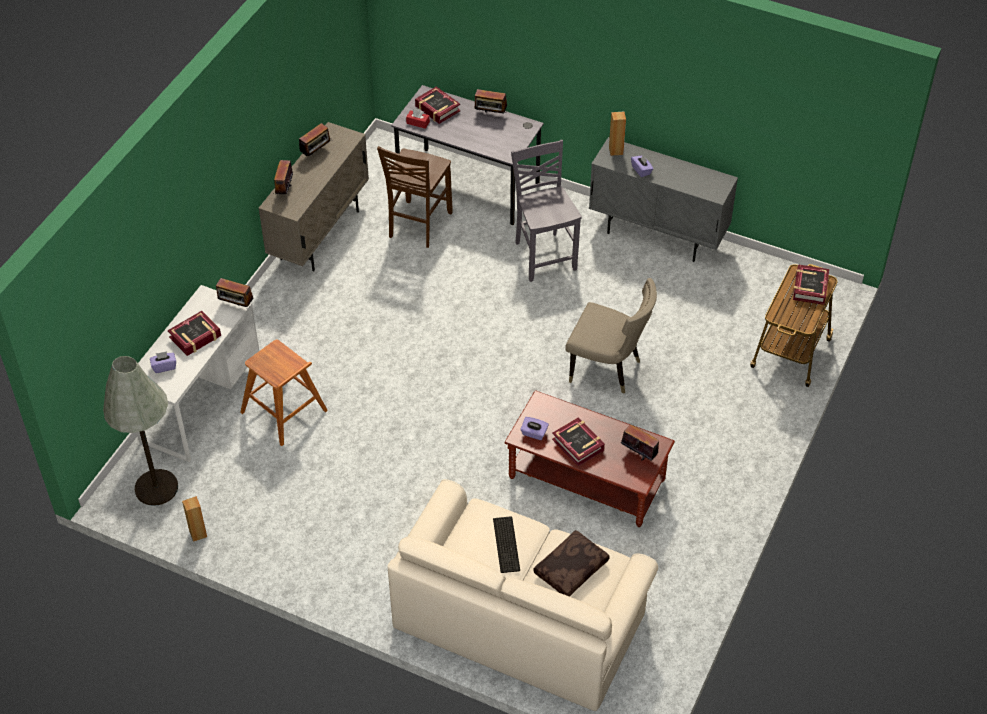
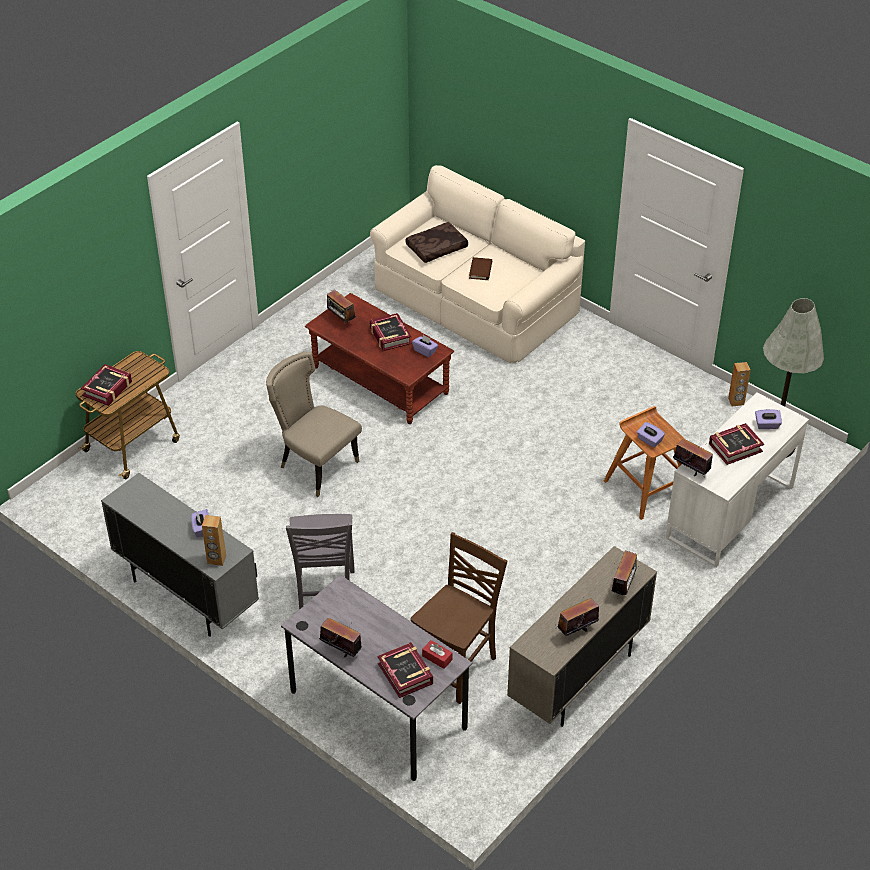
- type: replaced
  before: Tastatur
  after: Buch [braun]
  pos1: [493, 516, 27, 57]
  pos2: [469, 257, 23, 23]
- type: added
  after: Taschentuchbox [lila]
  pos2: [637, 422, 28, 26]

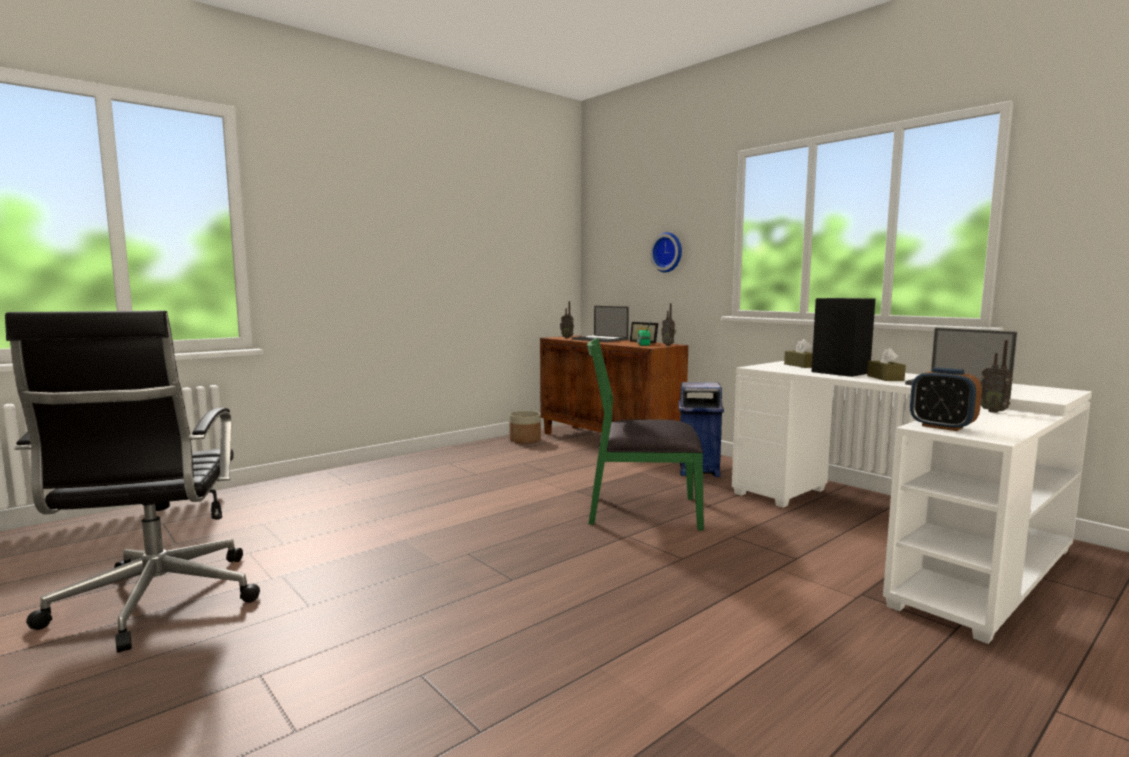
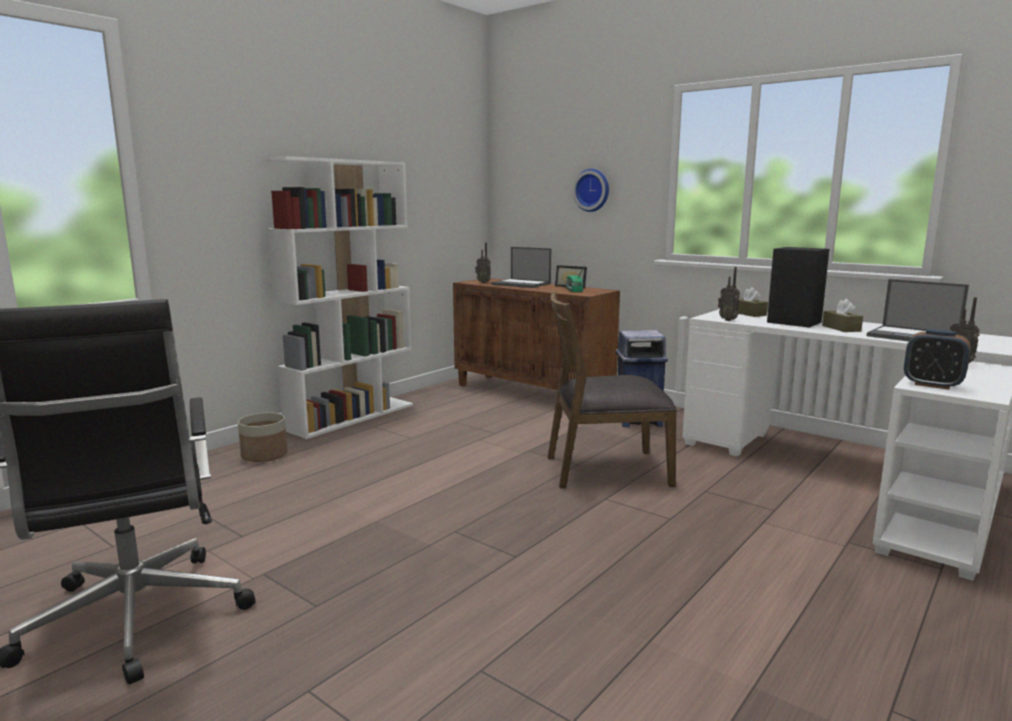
- type: moved
  before: Pflanzkübel
  pos1: [509, 411, 32, 32]
  pos2: [238, 412, 49, 50]
- type: recoloured
  before: Stuhl [grün]
  after: Stuhl [braun]
  pos1: [587, 338, 117, 193]
  pos2: [548, 292, 129, 196]
- type: moved
  before: Radio
  pos1: [661, 303, 15, 43]
  pos2: [718, 267, 22, 54]
- type: added
  after: Bücherregal [weiß]
  pos2: [261, 156, 152, 283]

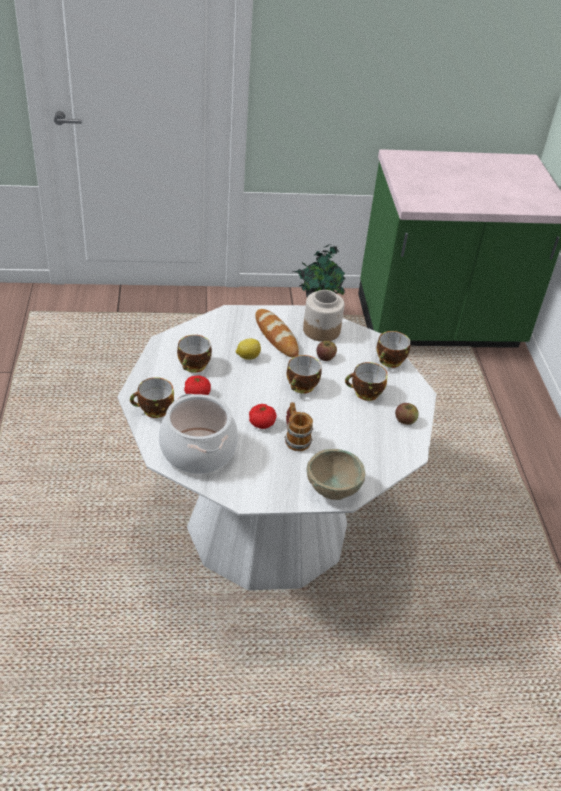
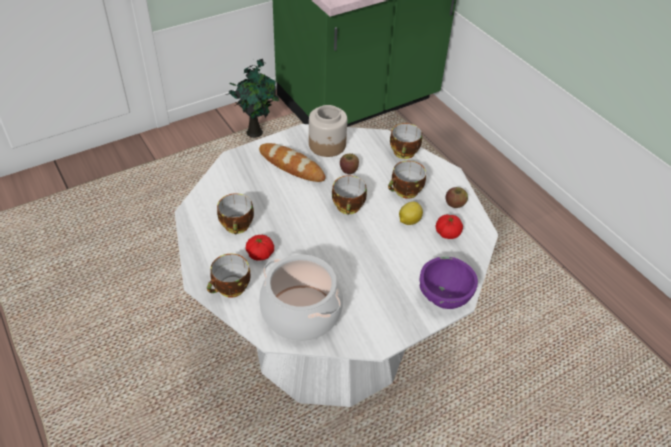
- type: moved
  before: Zitrone
  pos1: [236, 339, 25, 21]
  pos2: [399, 202, 24, 23]
- type: moved
  before: Tomate
  pos1: [249, 404, 28, 25]
  pos2: [436, 214, 27, 25]
- type: removed
  before: Henkelbecher
  pos1: [285, 402, 28, 49]
- type: recoloured
  before: Schüssel [beige]
  after: Schüssel [lila]
  pos1: [307, 449, 58, 51]
  pos2: [419, 257, 59, 52]

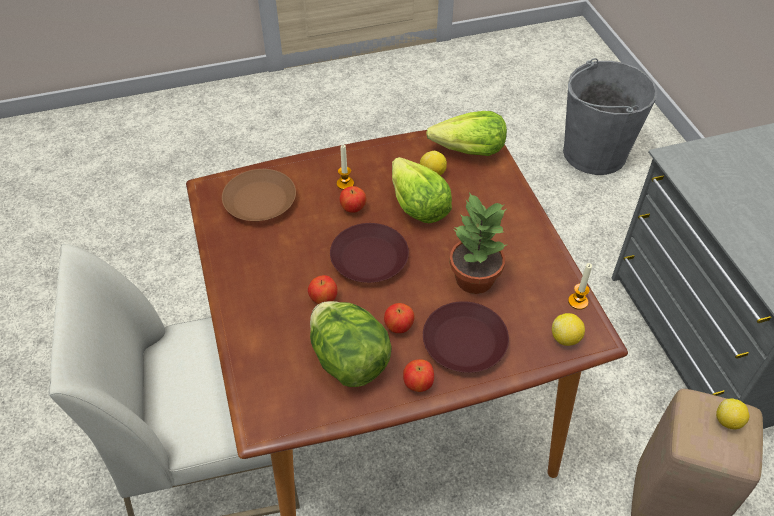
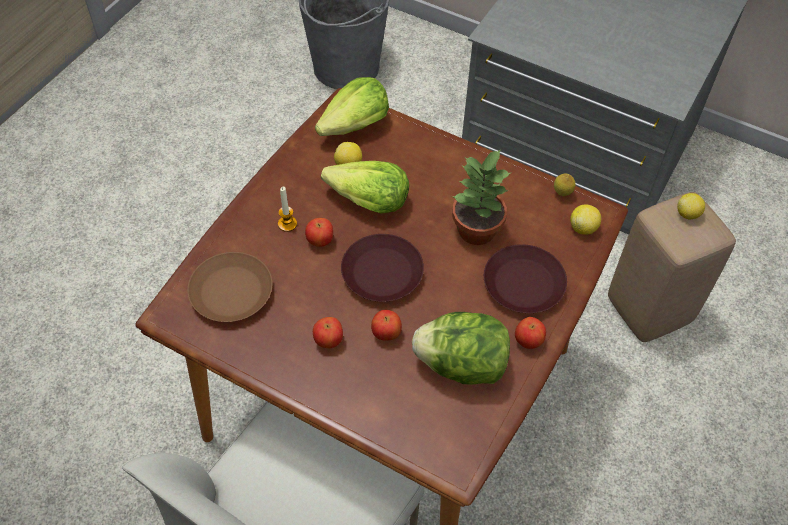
- type: moved
  before: Apfel
  pos1: [384, 303, 30, 30]
  pos2: [313, 317, 30, 31]
- type: replaced
  before: Kerze
  after: Zitrone
  pos1: [568, 263, 24, 47]
  pos2: [554, 173, 21, 23]

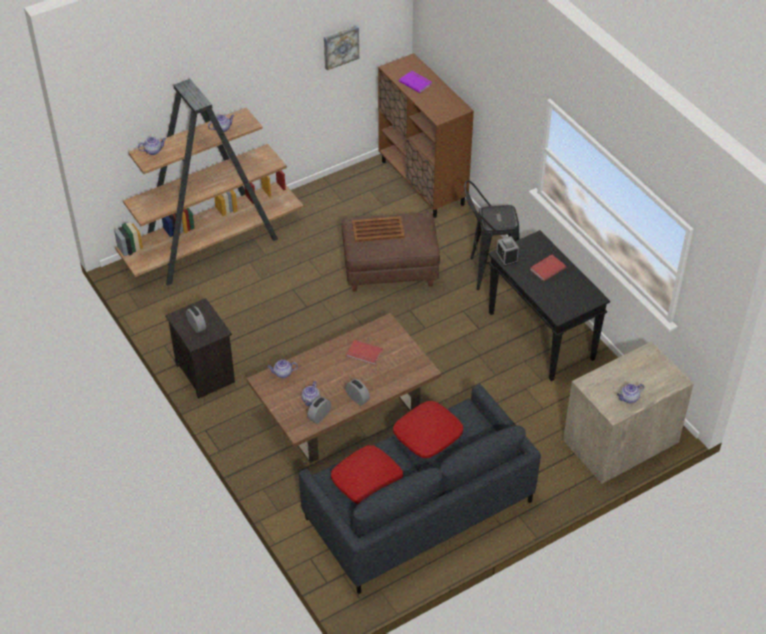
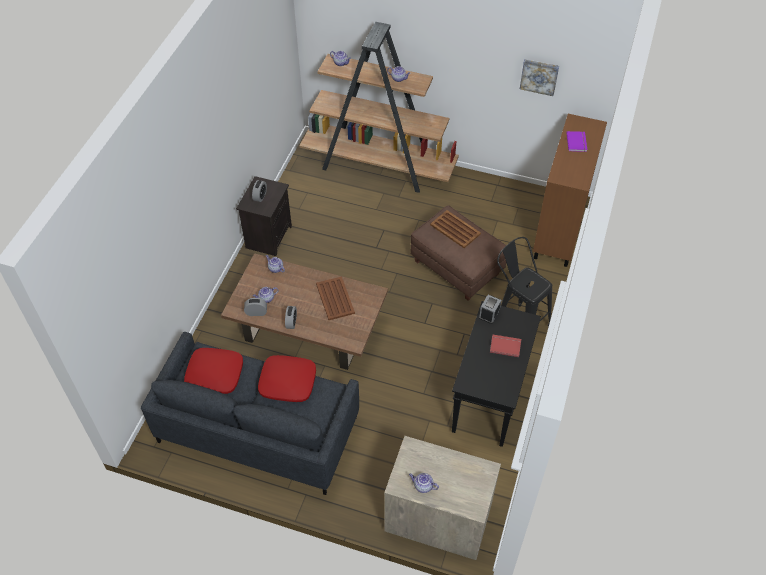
- type: replaced
  before: Buch [rot]
  after: Tablett [braun]
  pos1: [347, 340, 36, 25]
  pos2: [316, 276, 39, 44]

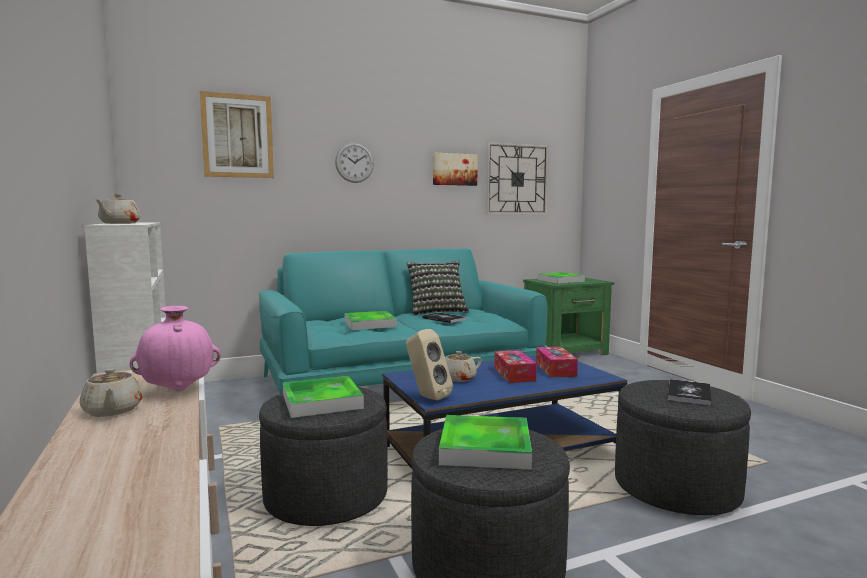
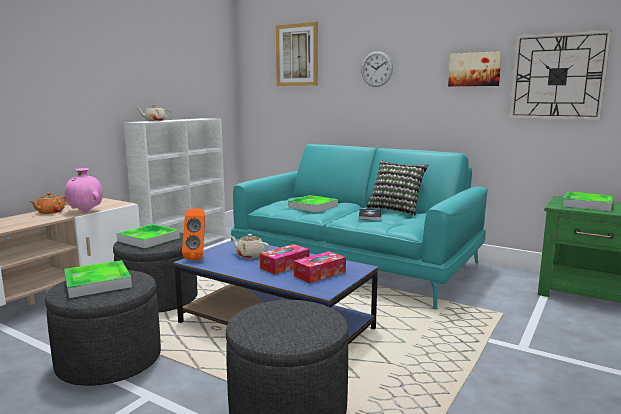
- type: recoloured
  before: Teekanne [beige]
  after: Teekanne [orange]
  pos1: [80, 368, 63, 49]
  pos2: [30, 193, 36, 21]
- type: recoloured
  before: Lautsprecher [beige]
  after: Lautsprecher [orange]
  pos1: [406, 329, 47, 71]
  pos2: [182, 209, 23, 51]
- type: removed
  before: Buch
  pos1: [668, 379, 44, 26]

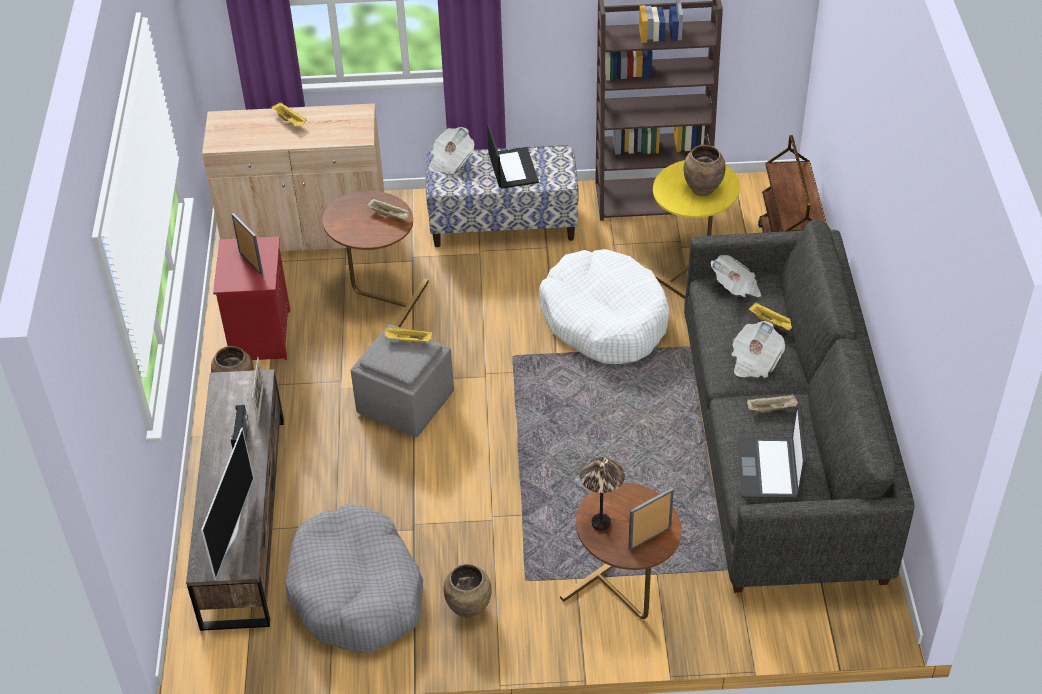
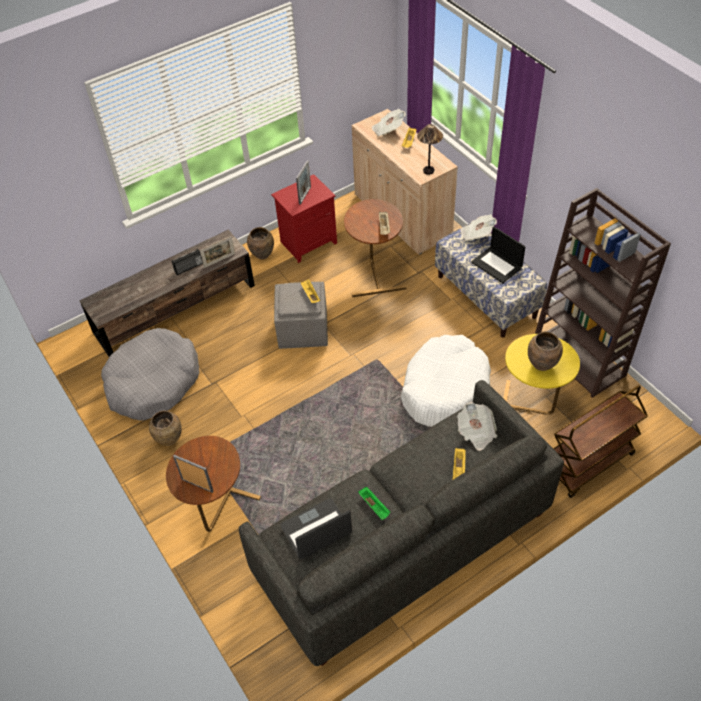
- type: removed
  before: Fernseher
  pos1: [201, 427, 53, 153]
- type: turned
  before: Laptop
  pos1: [487, 123, 52, 66]
  pos2: [471, 226, 55, 57]
  turn: 90
- type: moved
  before: Tischlampe
  pos1: [580, 457, 45, 74]
  pos2: [417, 124, 26, 51]
- type: moved
  before: Zeitung
  pos1: [731, 321, 54, 57]
  pos2: [372, 109, 34, 28]
- type: recoloured
  before: Tablett [beige]
  after: Tablett [grün]
  pos1: [747, 394, 51, 18]
  pos2: [358, 487, 32, 33]

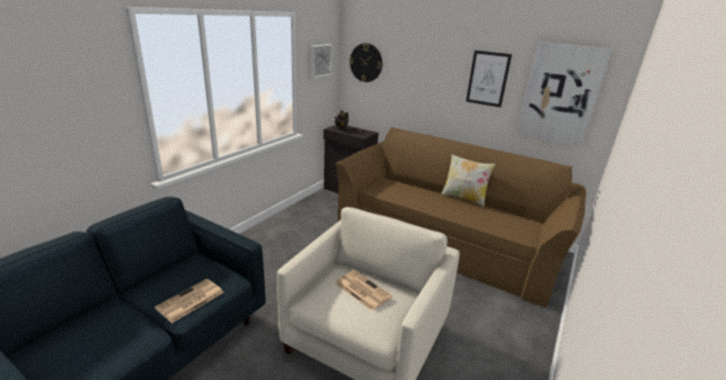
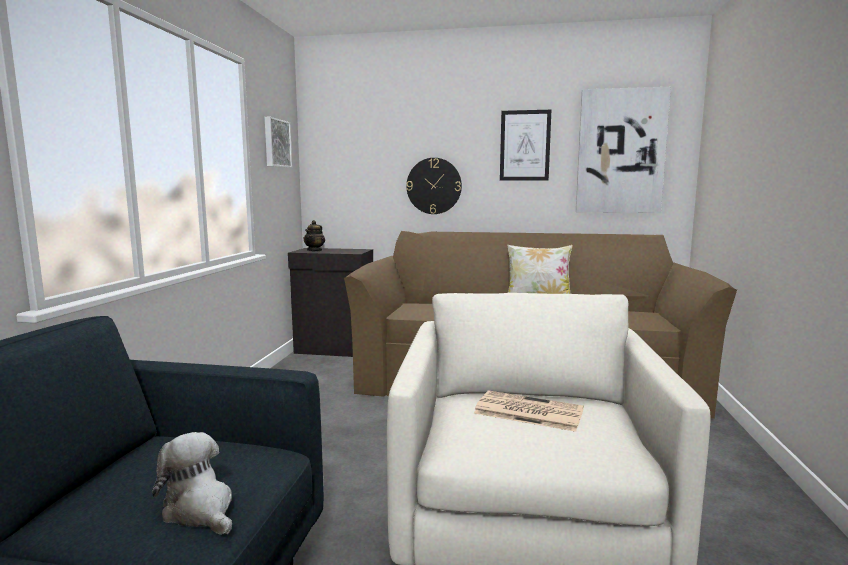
- type: replaced
  before: Zeitung
  after: Plüschtier
  pos1: [155, 279, 69, 44]
  pos2: [152, 432, 80, 103]
- type: moved
  before: Wanduhr
  pos1: [349, 43, 33, 39]
  pos2: [406, 158, 56, 56]

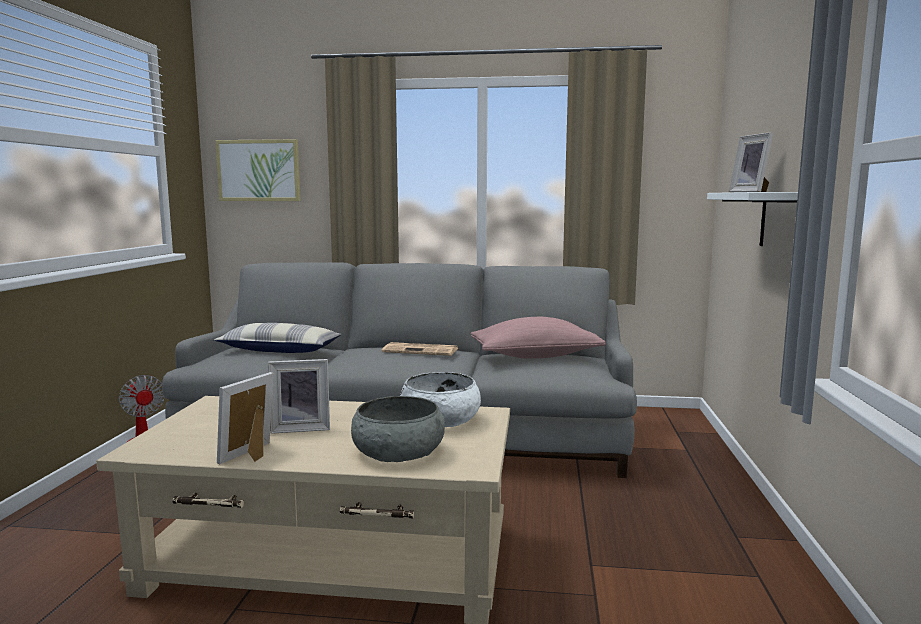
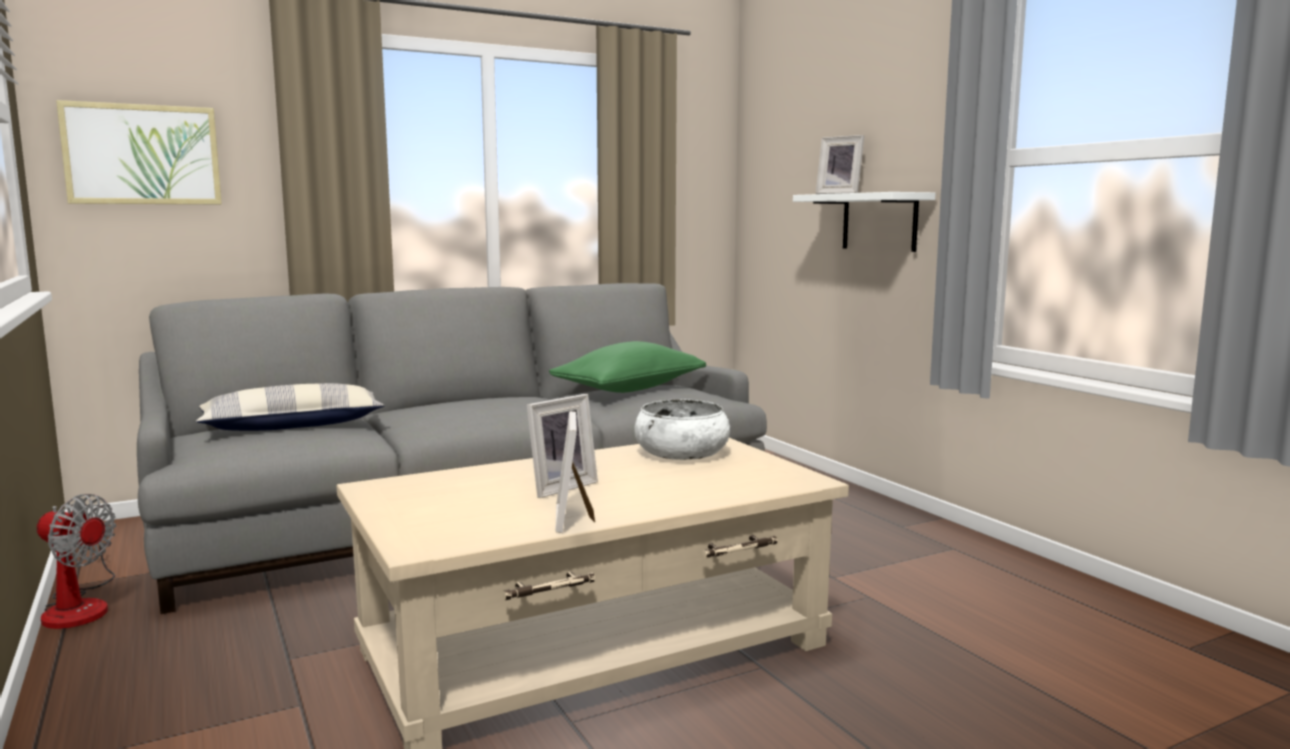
- type: removed
  before: Schüssel [grau]
  pos1: [351, 396, 94, 66]
- type: removed
  before: Zeitung
  pos1: [382, 342, 76, 14]
- type: recoloured
  before: Kissen [rosa]
  after: Kissen [grün]
  pos1: [471, 317, 135, 42]
  pos2: [549, 341, 157, 52]

